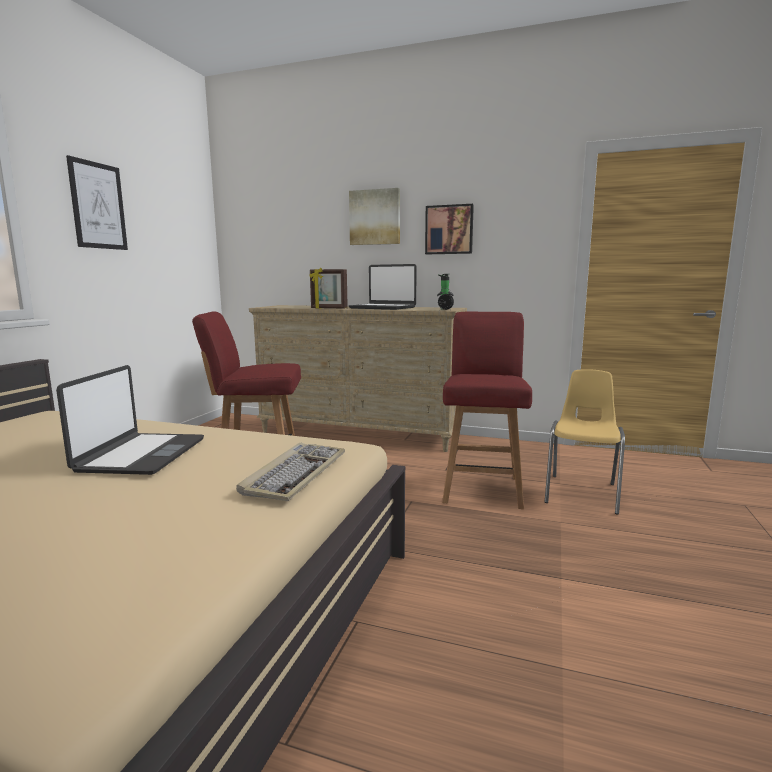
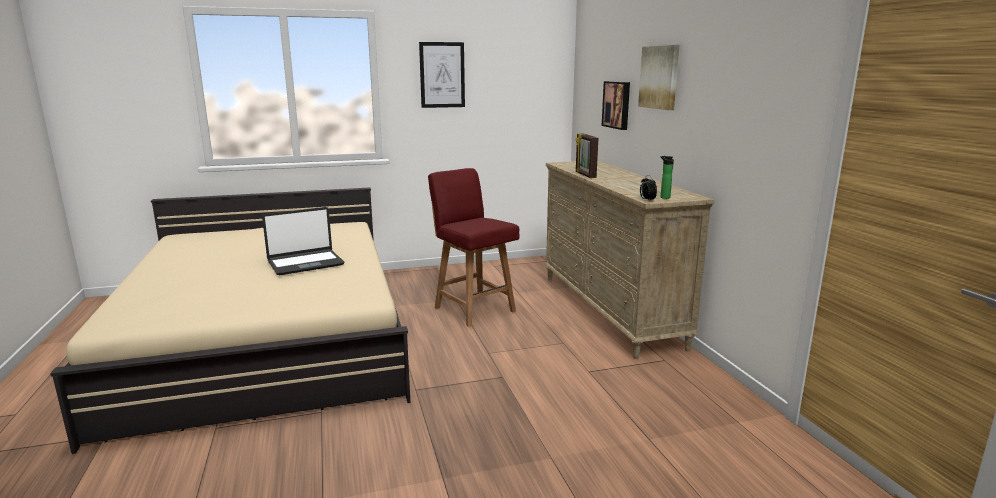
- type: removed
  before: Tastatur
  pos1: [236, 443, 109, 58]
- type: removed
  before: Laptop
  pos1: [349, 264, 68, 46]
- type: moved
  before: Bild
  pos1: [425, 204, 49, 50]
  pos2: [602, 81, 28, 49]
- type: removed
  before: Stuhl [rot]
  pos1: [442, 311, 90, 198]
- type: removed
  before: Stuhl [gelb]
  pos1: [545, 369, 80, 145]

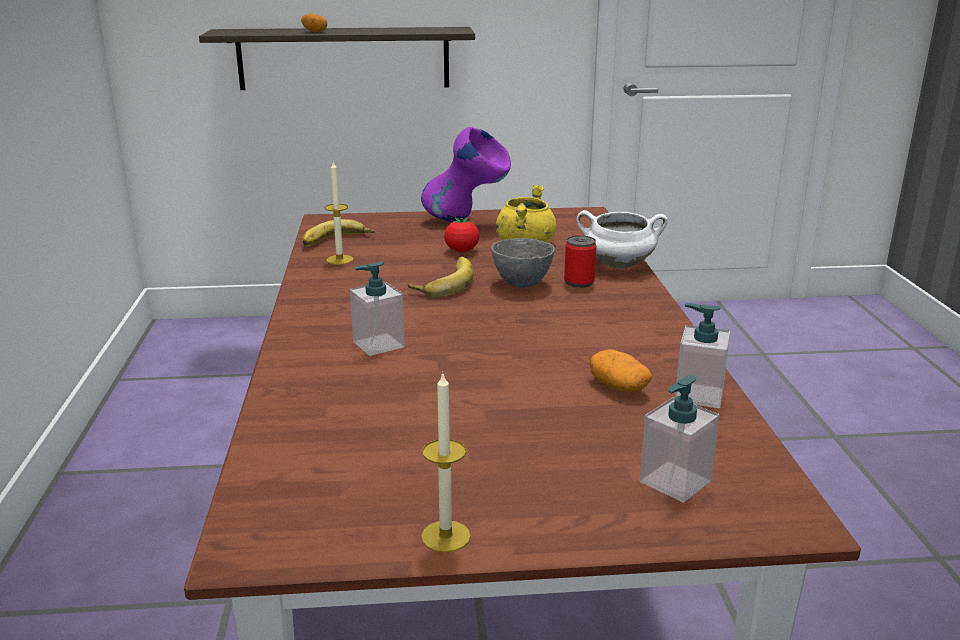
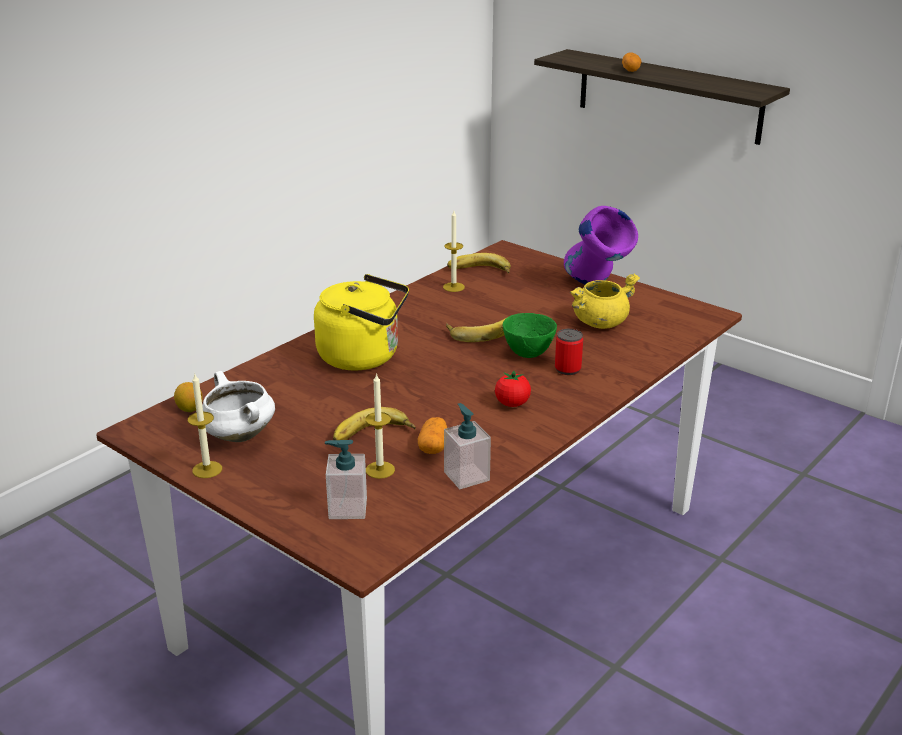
- type: replaced
  before: Seifenspender
  after: Wasserkessel [gelb]
  pos1: [350, 261, 55, 95]
  pos2: [314, 274, 95, 96]
- type: moved
  before: Tomate
  pos1: [444, 217, 35, 35]
  pos2: [495, 370, 36, 37]
- type: recoloured
  before: Schüssel [grau]
  after: Schüssel [grün]
  pos1: [491, 238, 64, 50]
  pos2: [503, 313, 54, 45]
- type: moved
  before: Kochtopf [weiß]
  pos1: [577, 210, 91, 59]
  pos2: [202, 371, 73, 71]
- type: added
  after: Zitrone
  pos2: [174, 382, 29, 30]
- type: added
  after: Banane
  pos2: [333, 407, 83, 33]
- type: added
  after: Kerze
  pos2: [365, 373, 30, 106]

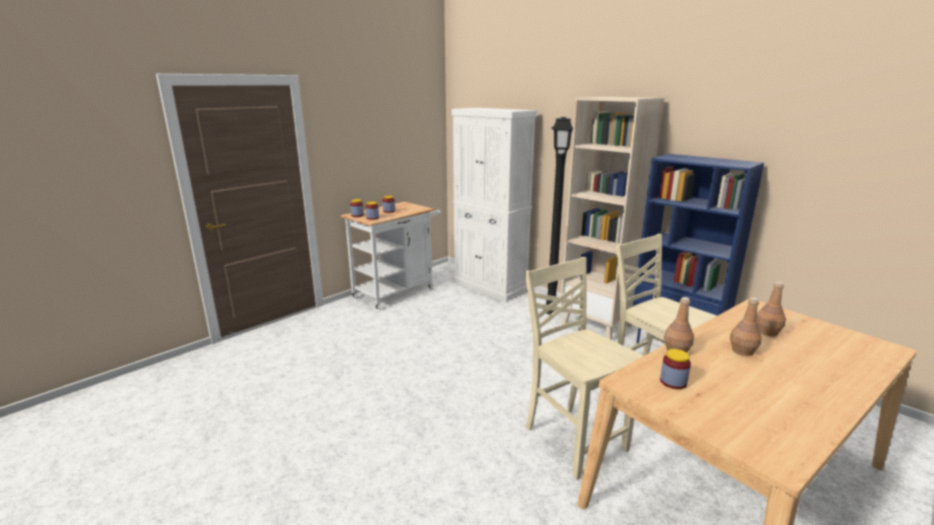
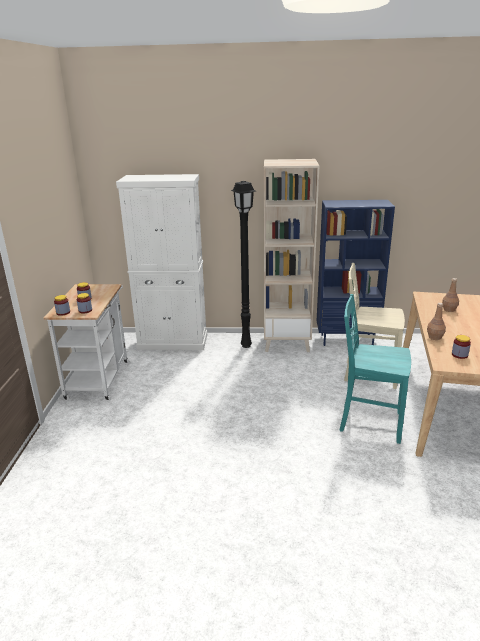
- type: recoloured
  before: Stuhl [beige]
  after: Stuhl [türkis]
  pos1: [525, 257, 118, 223]
  pos2: [340, 294, 71, 150]
- type: removed
  before: Flasche [braun]
  pos1: [730, 297, 32, 59]

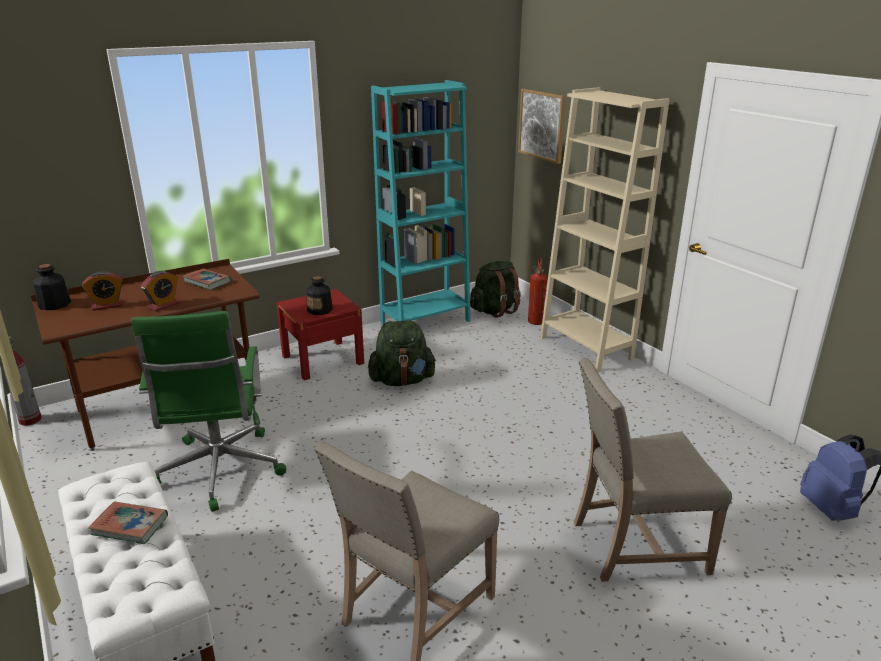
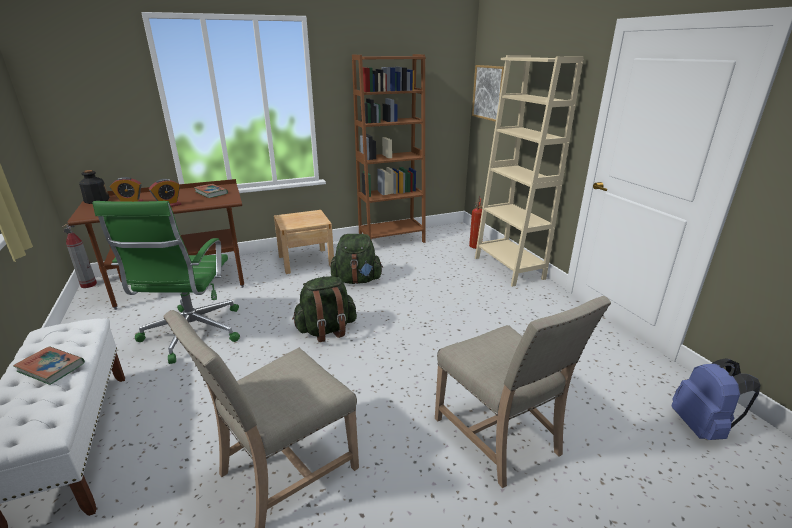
- type: recoloured
  before: Nachttisch [rot]
  after: Nachttisch [beige]
  pos1: [276, 289, 88, 92]
  pos2: [274, 210, 60, 64]
- type: removed
  before: Flasche
  pos1: [306, 276, 27, 39]
- type: recoloured
  before: Bücherregal [türkis]
  after: Bücherregal [braun]
  pos1: [371, 80, 99, 244]
  pos2: [352, 54, 74, 189]
- type: moved
  before: Rucksack [grün]
  pos1: [470, 261, 51, 57]
  pos2: [292, 276, 65, 66]
- type: turned
  before: Stuhl [beige]
  pos1: [574, 358, 158, 224]
  pos2: [435, 296, 176, 192]
  turn: -120

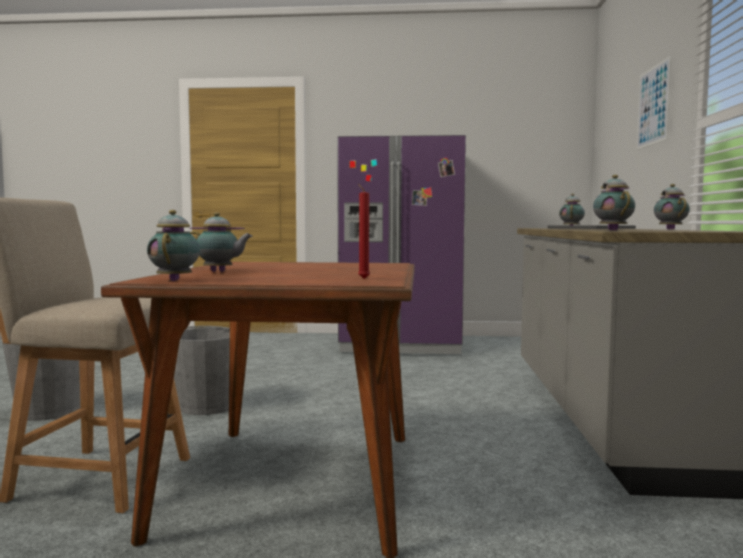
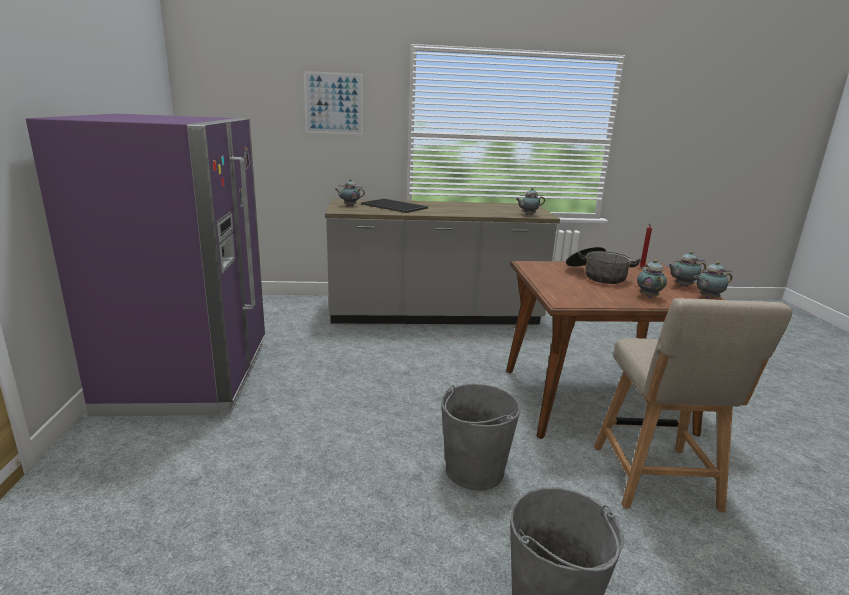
- type: moved
  before: Teekanne
  pos1: [654, 184, 36, 46]
  pos2: [668, 251, 38, 35]
- type: added
  after: Kochtopf
  pos2: [566, 247, 75, 37]

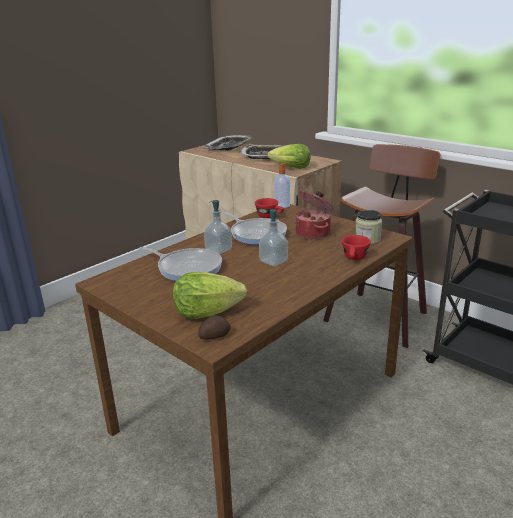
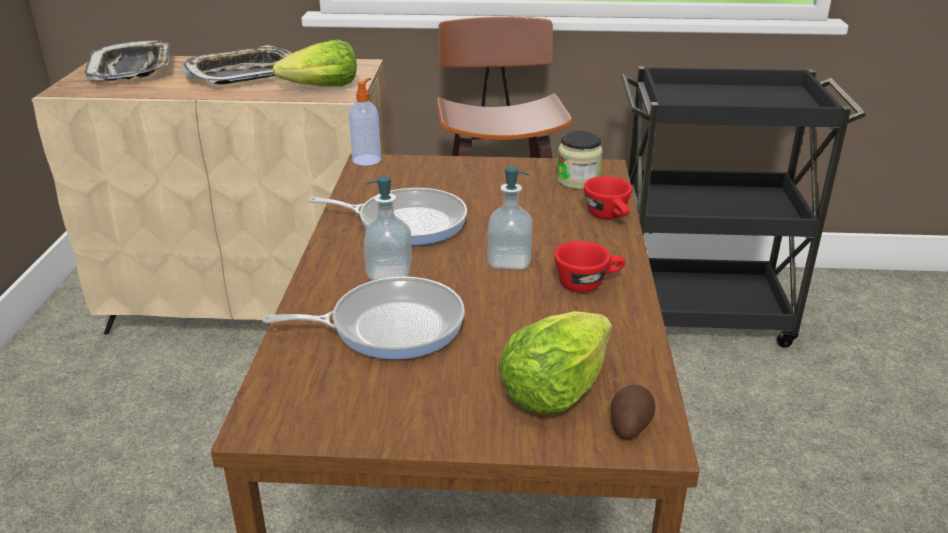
- type: moved
  before: Tasse [rot]
  pos1: [255, 198, 29, 20]
  pos2: [554, 241, 71, 51]
- type: removed
  before: Kochtopf
  pos1: [295, 191, 39, 48]

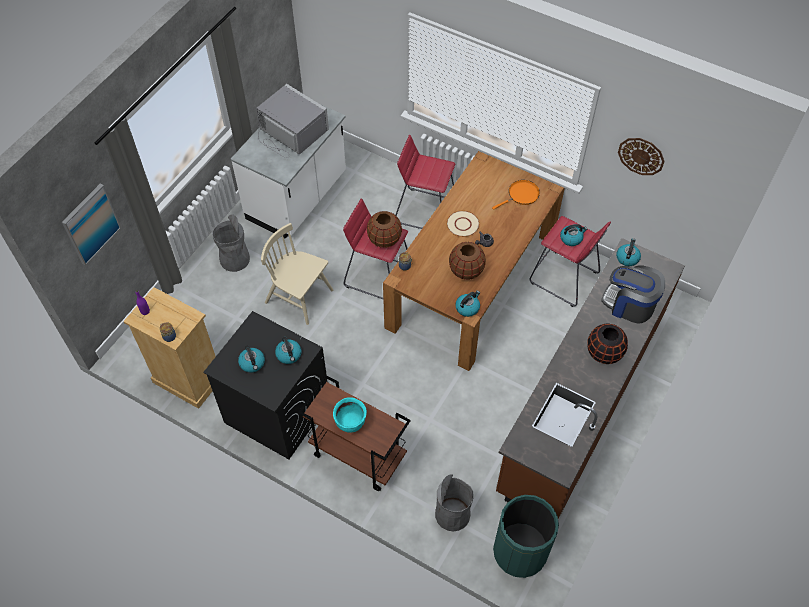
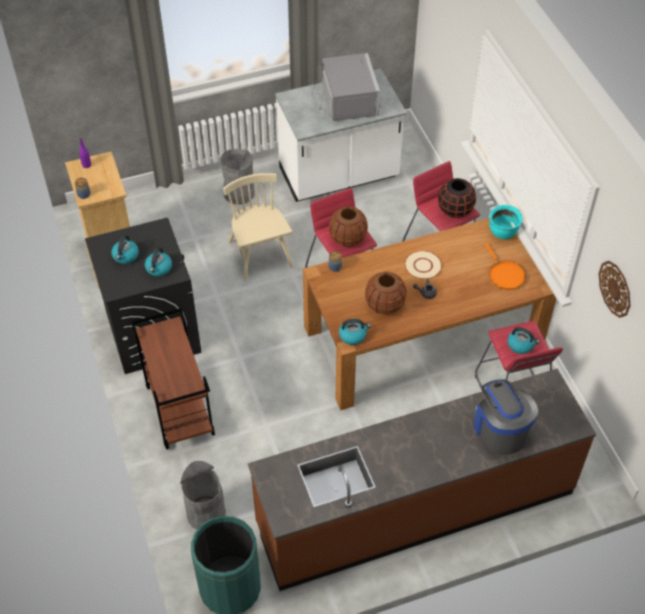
- type: removed
  before: Bild
  pos1: [62, 184, 59, 82]
- type: moved
  before: Kochtopf [türkis]
  pos1: [333, 398, 34, 35]
  pos2: [489, 205, 33, 34]
- type: turned
  before: Pfanne [orange]
  pos1: [492, 180, 48, 30]
  pos2: [485, 243, 41, 47]
  turn: 60
- type: moved
  before: Vase [schwarz]
  pos1: [587, 324, 41, 40]
  pos2: [438, 178, 38, 40]
- type: removed
  before: Wasserkessel
  pos1: [616, 238, 25, 28]

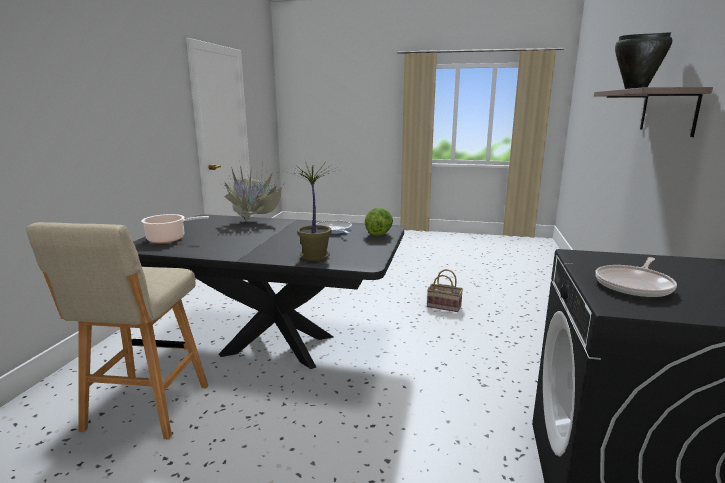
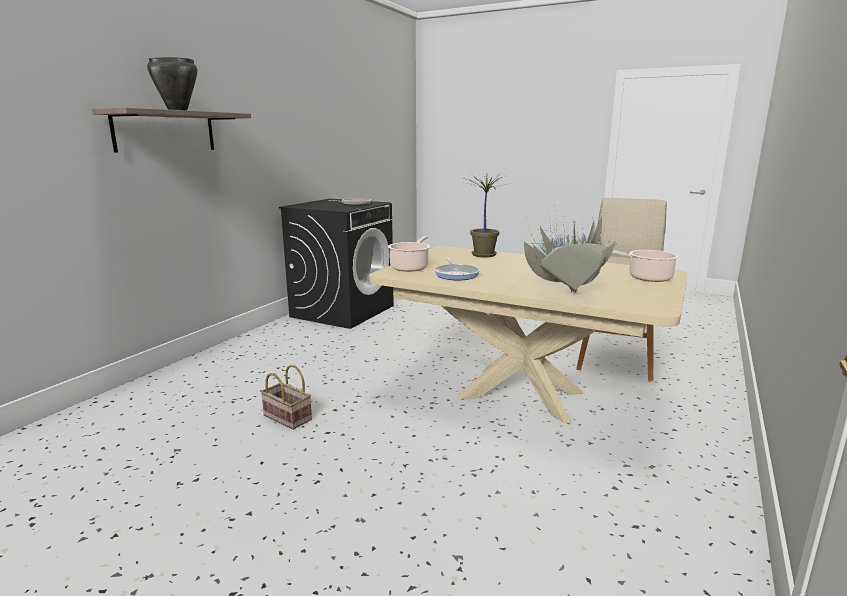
- type: recoloured
  before: Esstisch [schwarz]
  after: Esstisch [beige]
  pos1: [133, 215, 271, 154]
  pos2: [369, 246, 319, 177]
- type: replaced
  before: Salatkopf
  after: Kochtopf
  pos1: [365, 207, 28, 29]
  pos2: [388, 236, 42, 36]

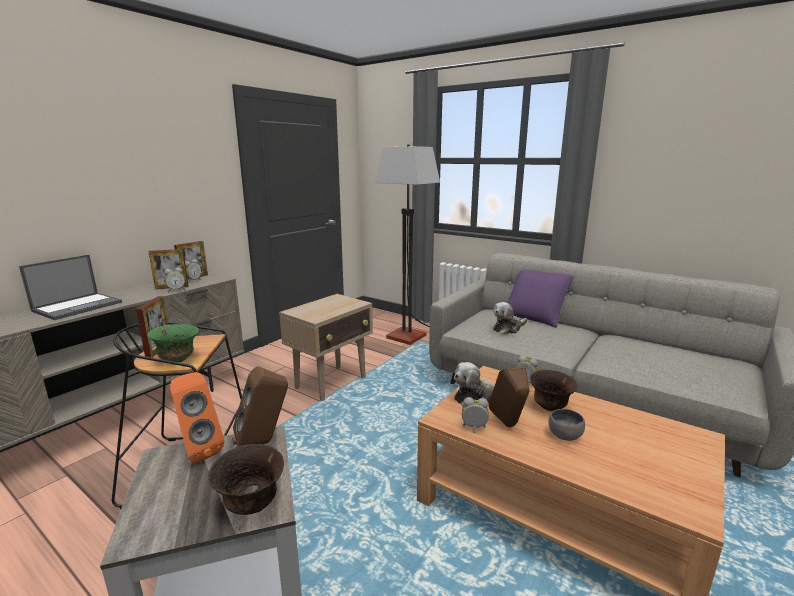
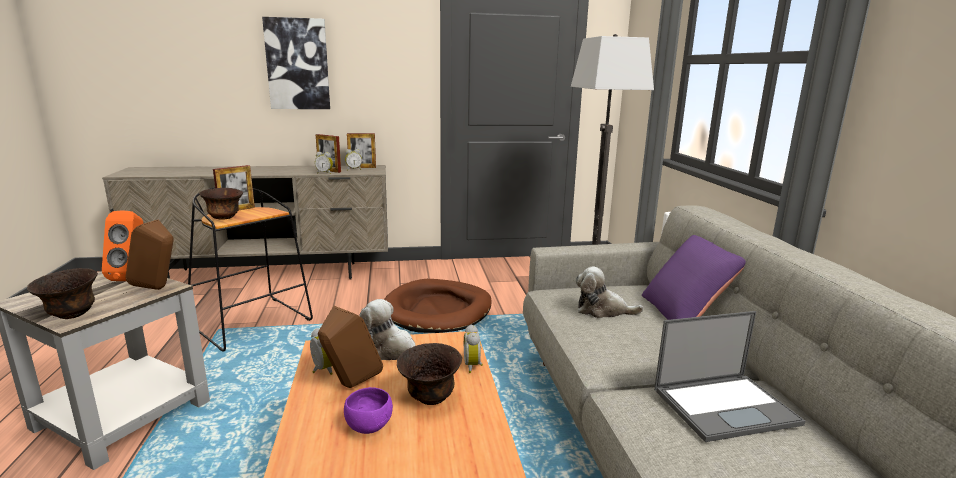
- type: moved
  before: Laptop
  pos1: [19, 255, 103, 65]
  pos2: [654, 311, 151, 131]
- type: recoloured
  before: Schüssel [grün]
  after: Schüssel [braun]
  pos1: [148, 324, 51, 38]
  pos2: [199, 188, 44, 32]
- type: replaced
  before: Beistelltisch [beige]
  after: Hundebett [braun]
  pos1: [279, 294, 94, 107]
  pos2: [384, 279, 108, 54]
- type: recoloured
  before: Schüssel [grau]
  after: Schüssel [lila]
  pos1: [549, 409, 36, 32]
  pos2: [344, 387, 49, 47]
- type: added
  after: Bild
  pos2: [262, 17, 68, 92]

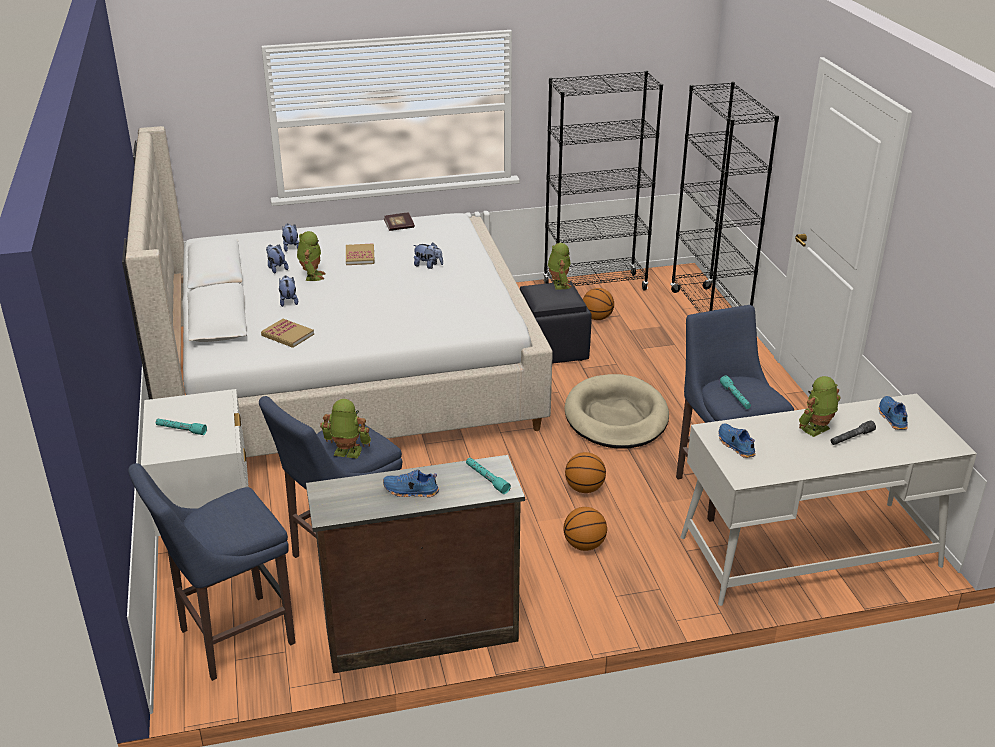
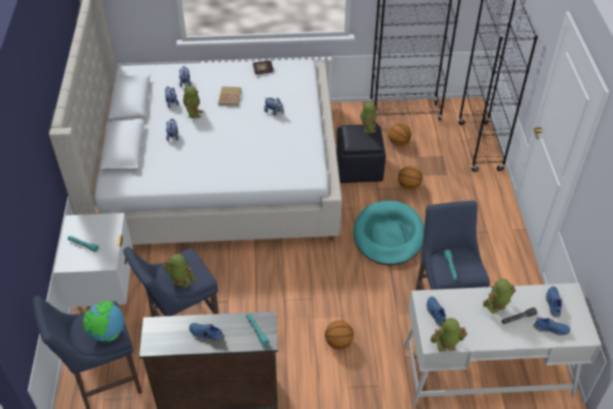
- type: removed
  before: Buch
  pos1: [261, 319, 53, 29]
- type: recoloured
  before: Hundebett [beige]
  after: Hundebett [türkis]
  pos1: [564, 374, 105, 75]
  pos2: [353, 201, 71, 64]
- type: moved
  before: Basketball
  pos1: [565, 452, 41, 41]
  pos2: [398, 166, 24, 24]
- type: added
  after: Globus
  pos2: [83, 301, 41, 41]
- type: added
  after: Spielzeugroboter
  pos2: [431, 318, 36, 34]
- type: added
  after: Schuh [blau]
  pos2: [533, 317, 38, 19]

